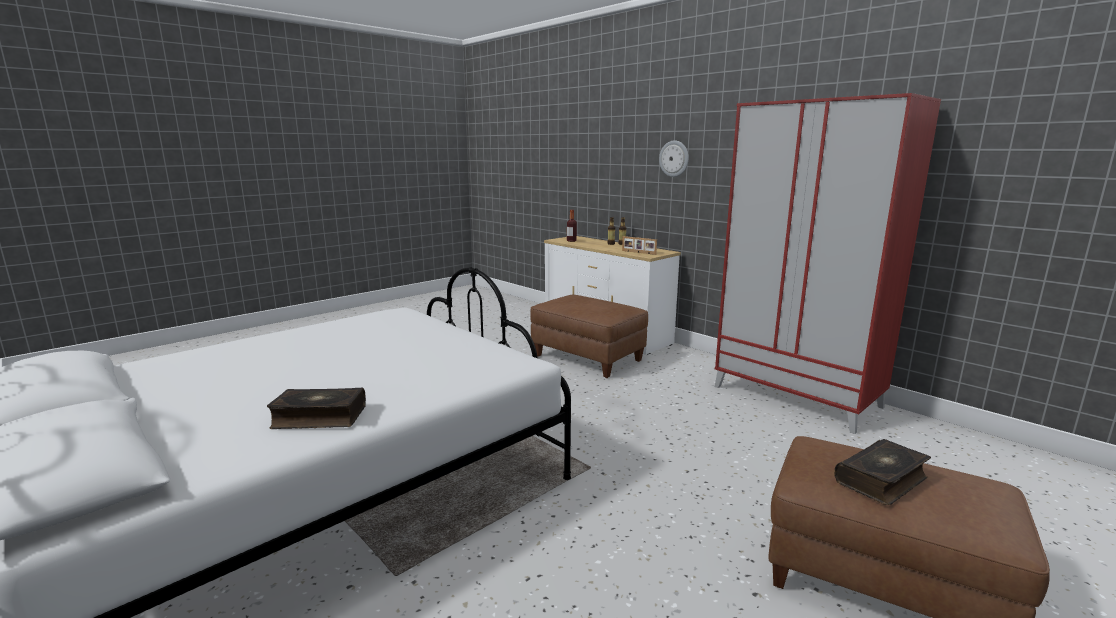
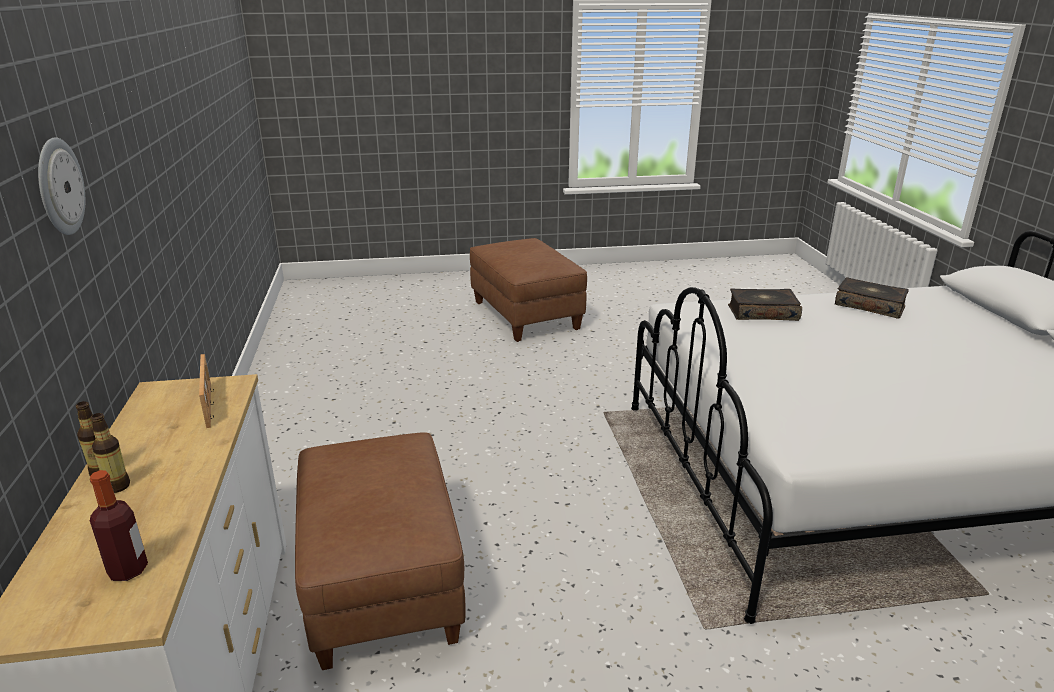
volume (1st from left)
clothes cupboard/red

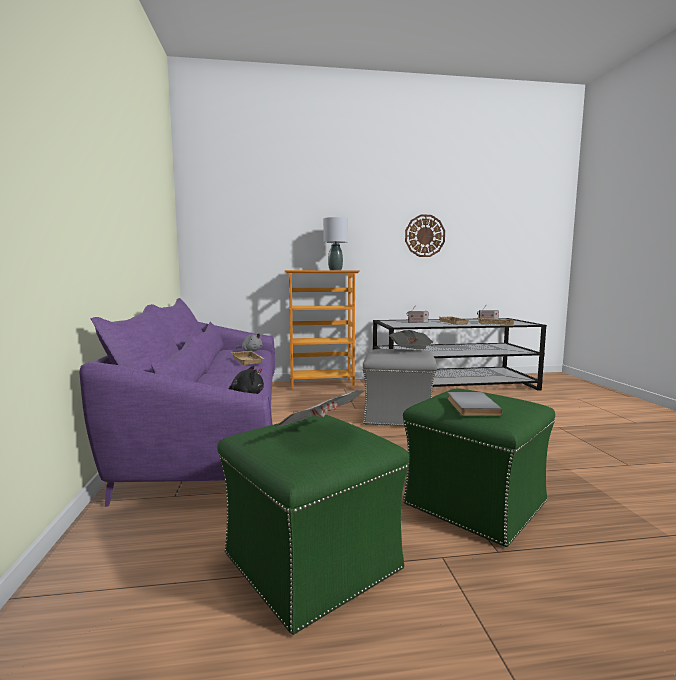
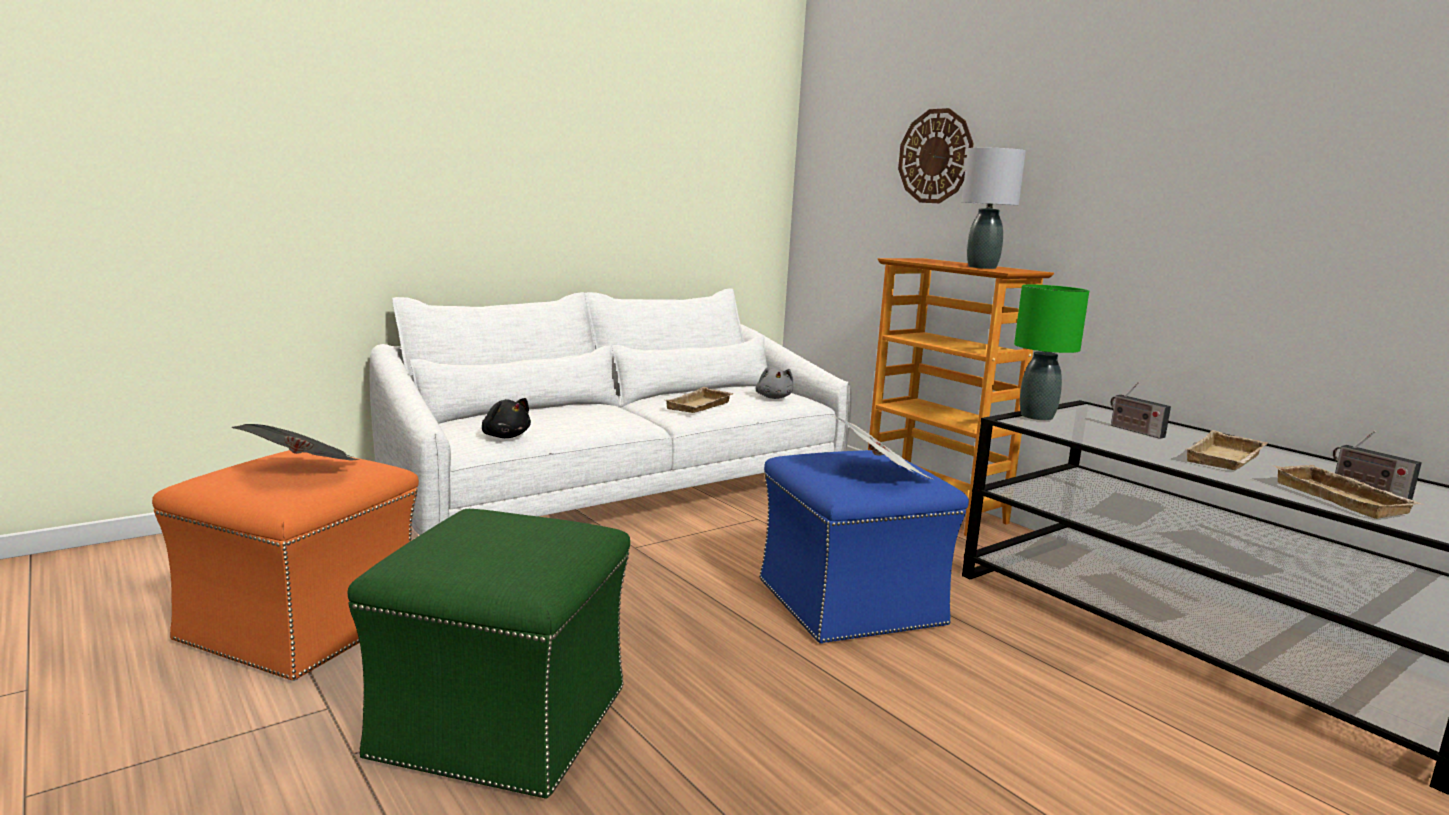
ottoman/orange
couch/whitish
ottoman/blue
clock on the wall
tabletop lamp/greenish
volume/greyish

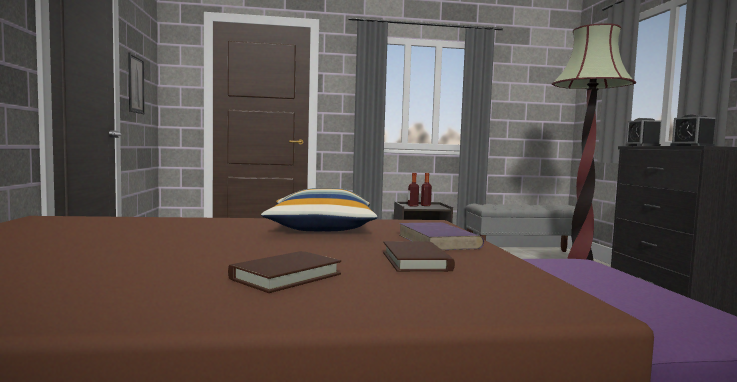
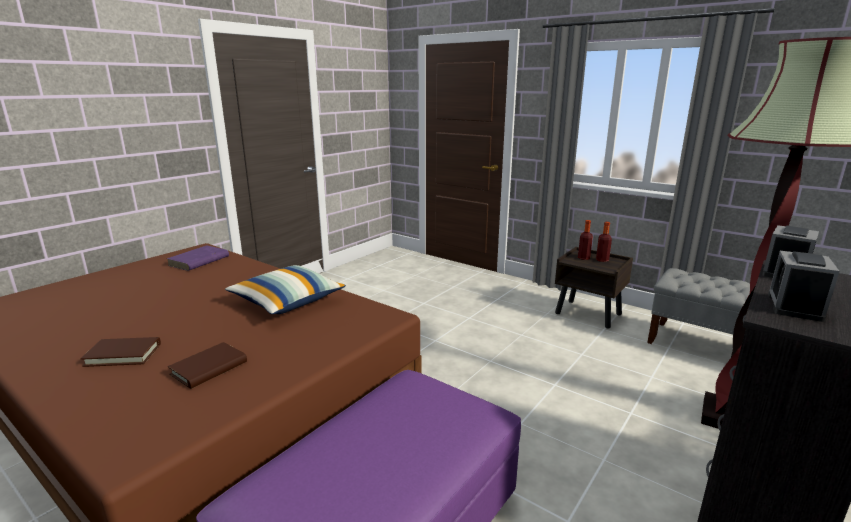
volume/purple-coloured
picture

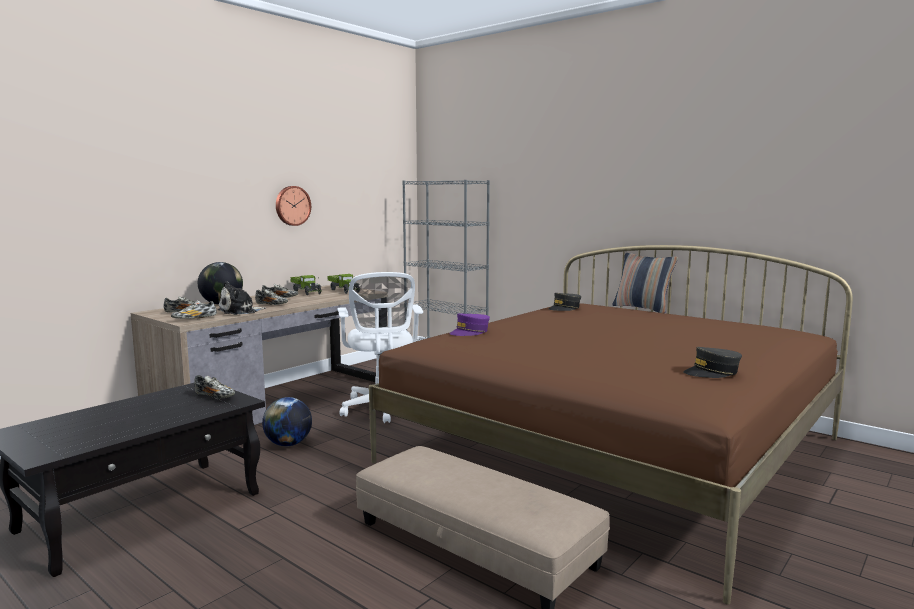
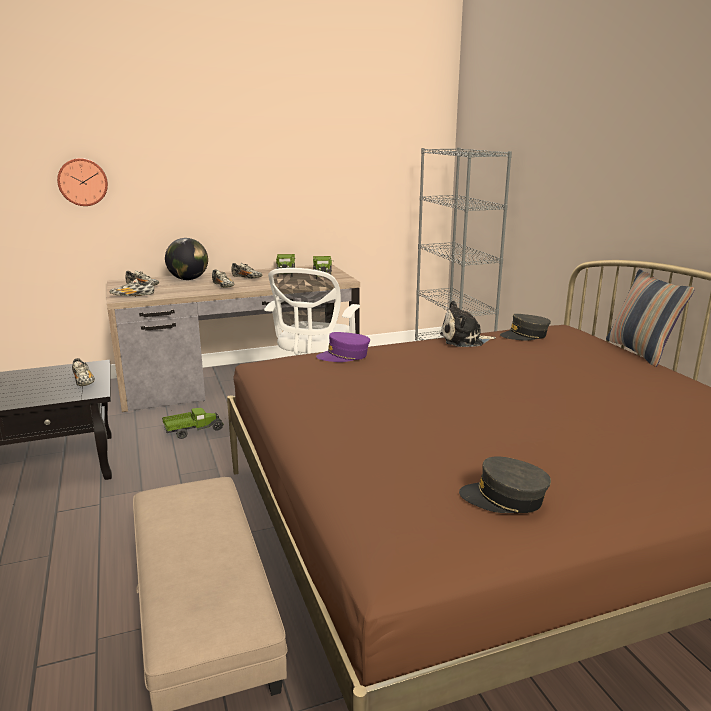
clock on the wall
toy lorry (1st from left)
plush toy

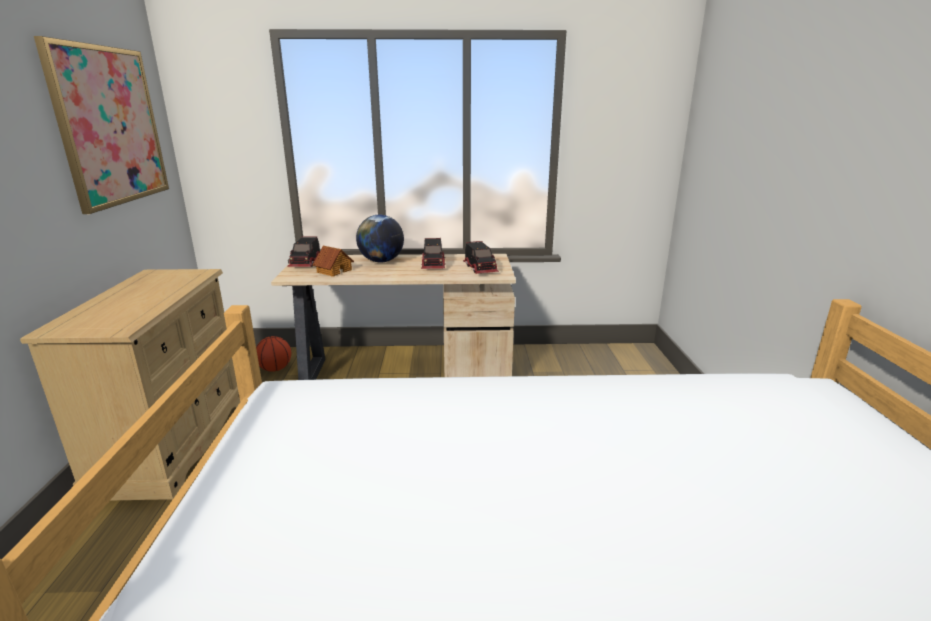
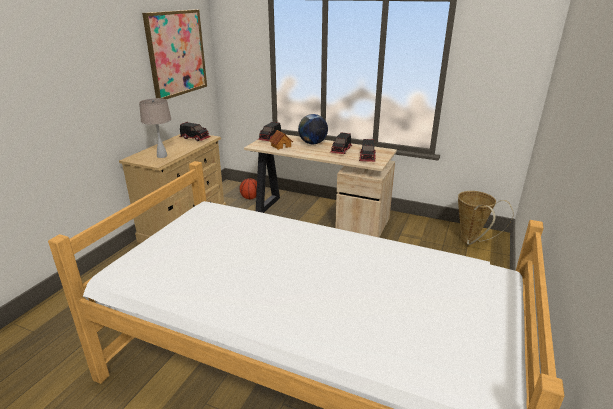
tabletop lamp/sand-coloured
toy lorry (1st from left)
basket

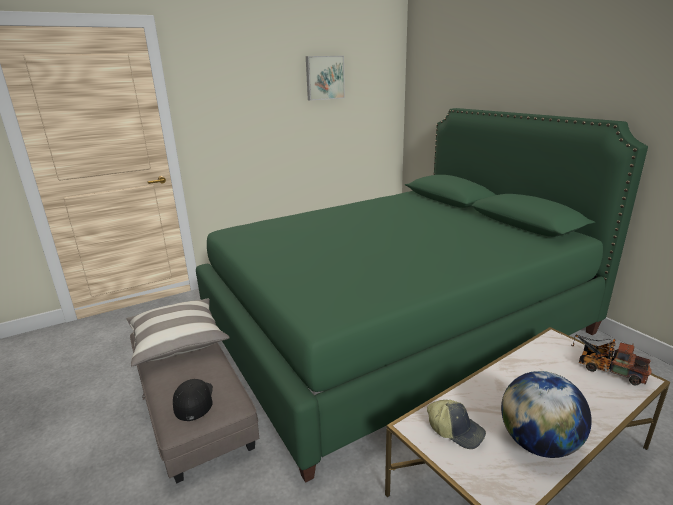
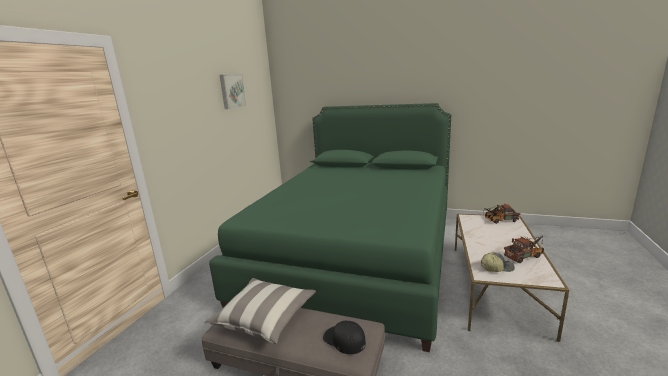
toy lorry (2nd from left)

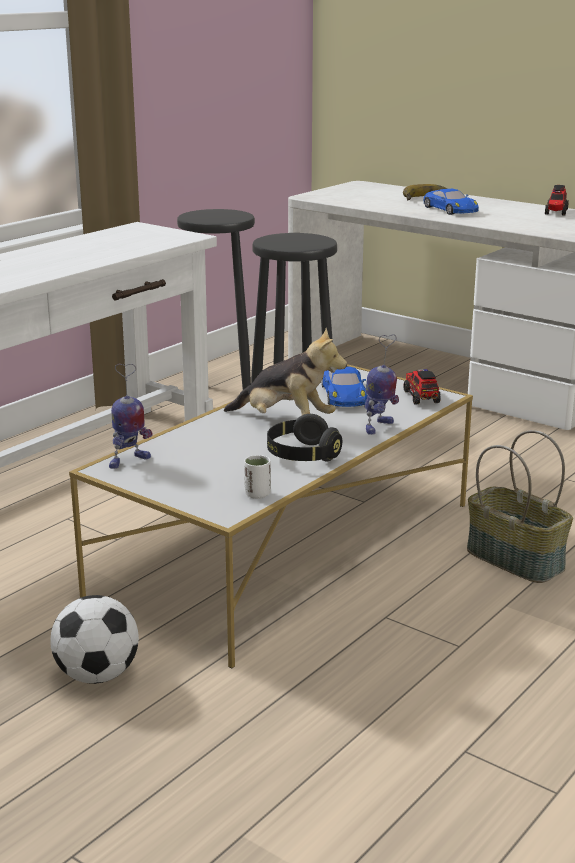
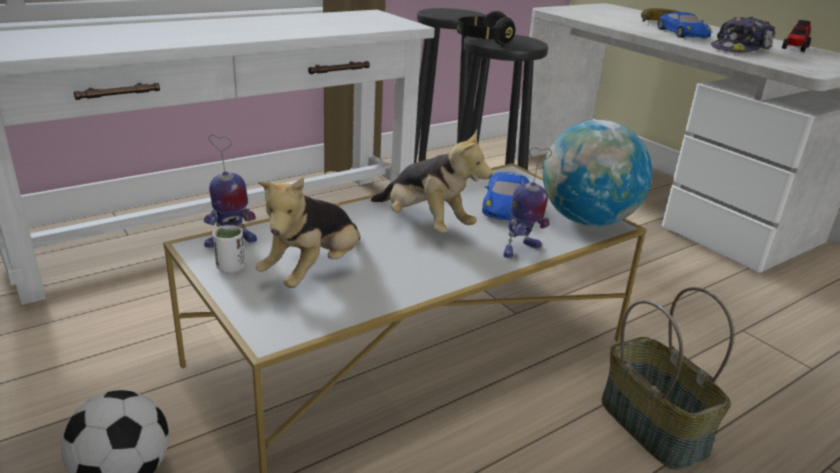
cup/whitish
plush toy (1st from left)
headphones/black
globe
peaked cap

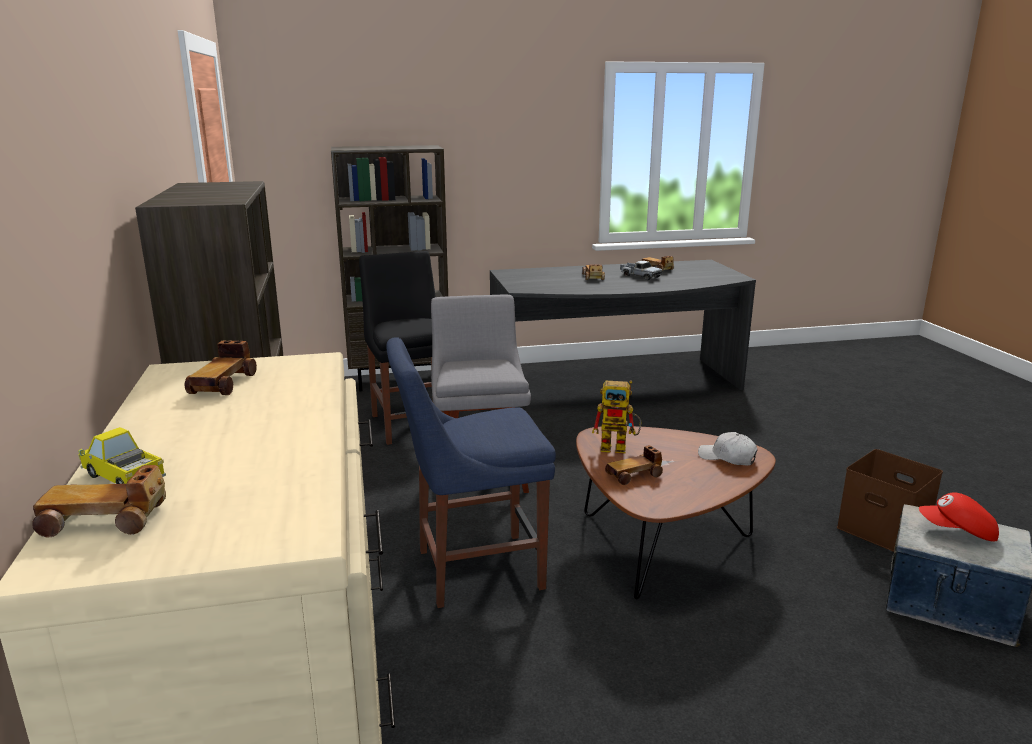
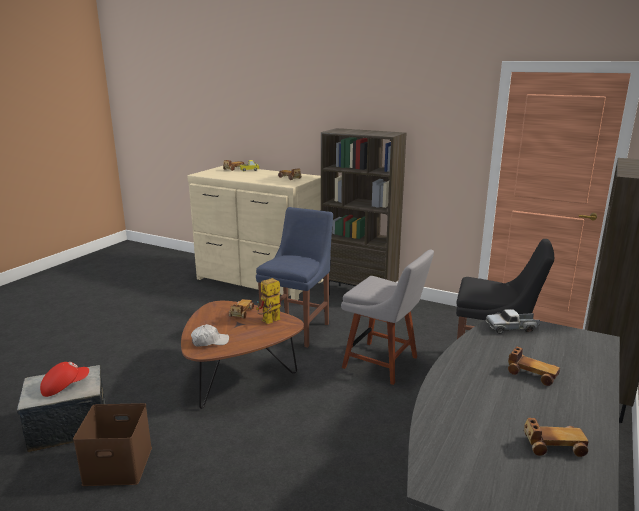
toy lorry (2nd from left)

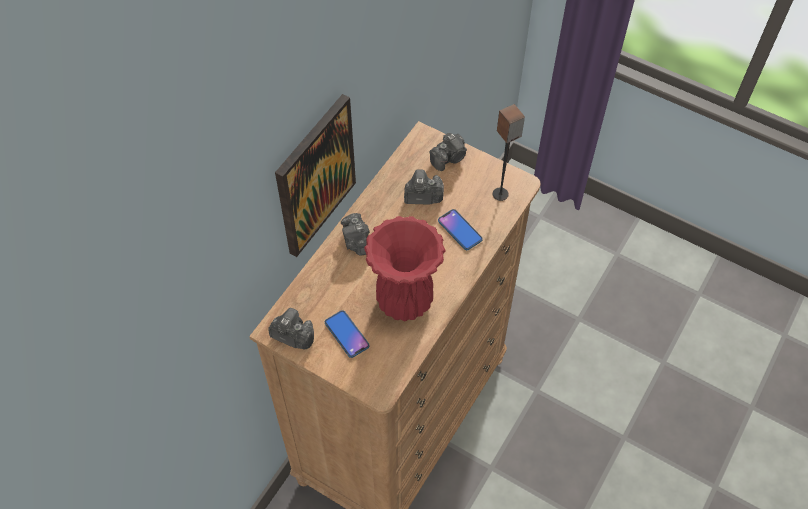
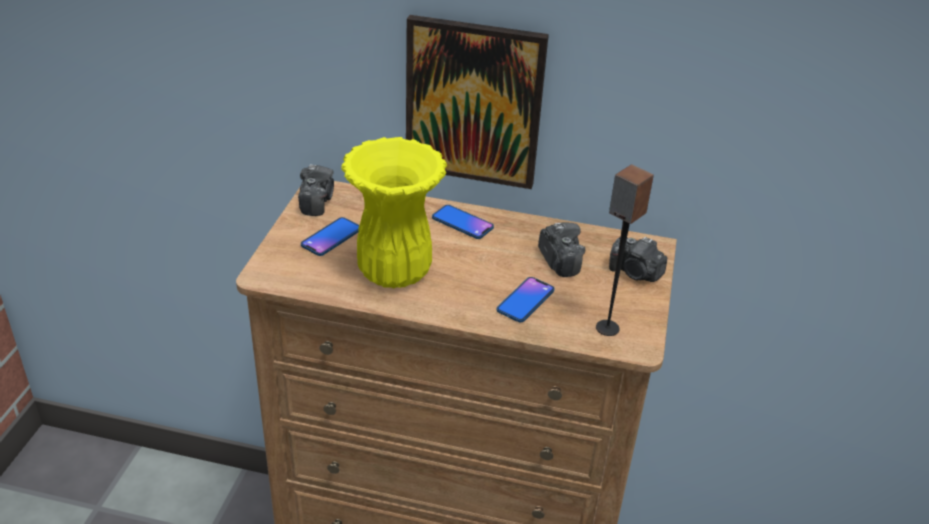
flower vase/yellow-coloured
telephone (2nd from left)

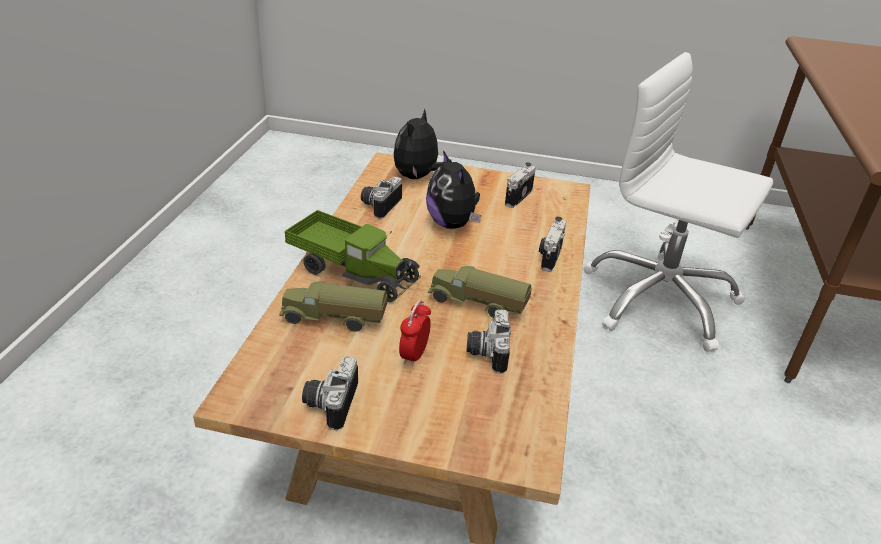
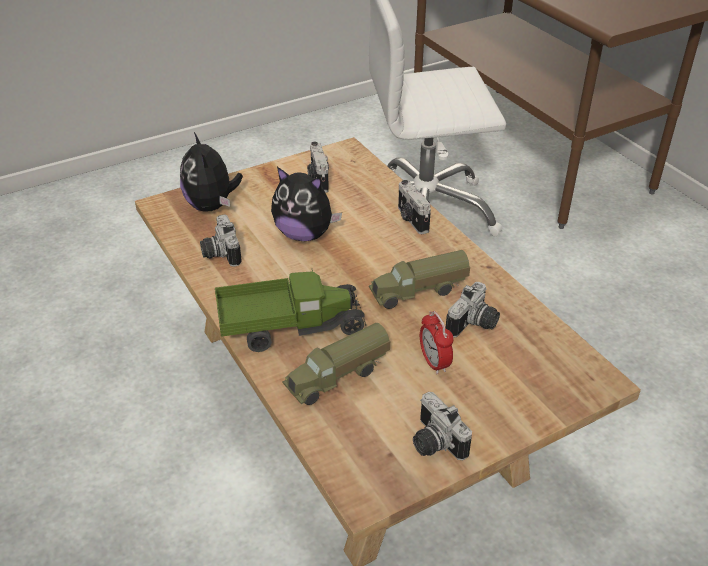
photo camera (5th from left)

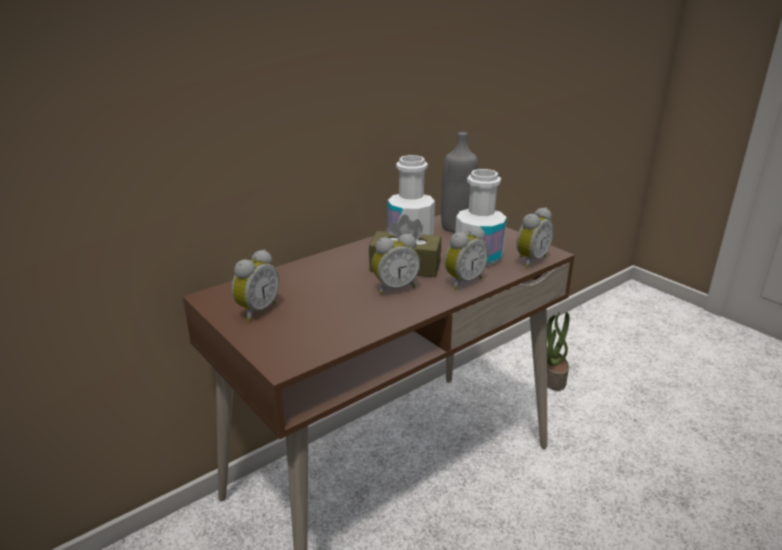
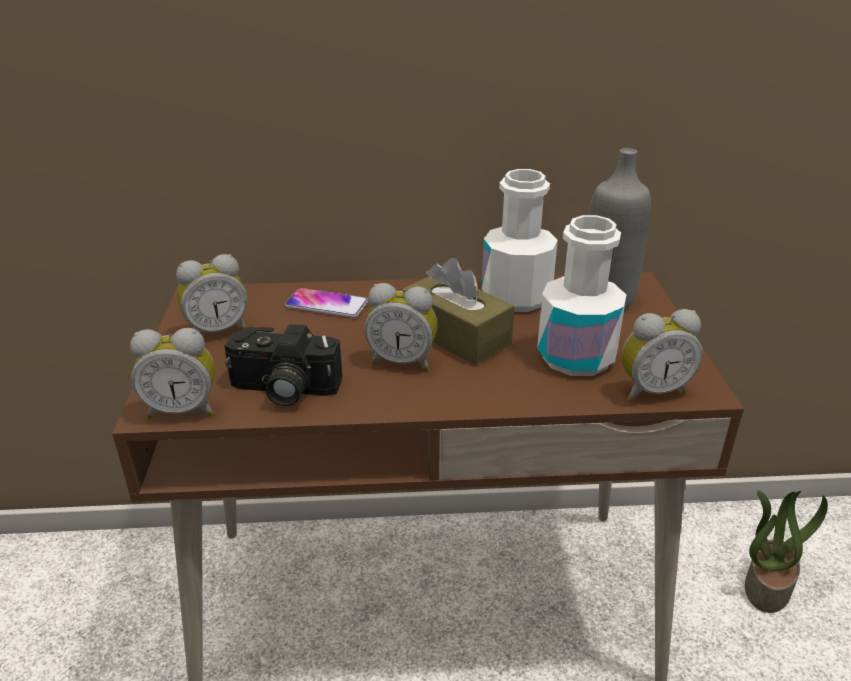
bedside clock (1st from left)
photo camera
telephone

